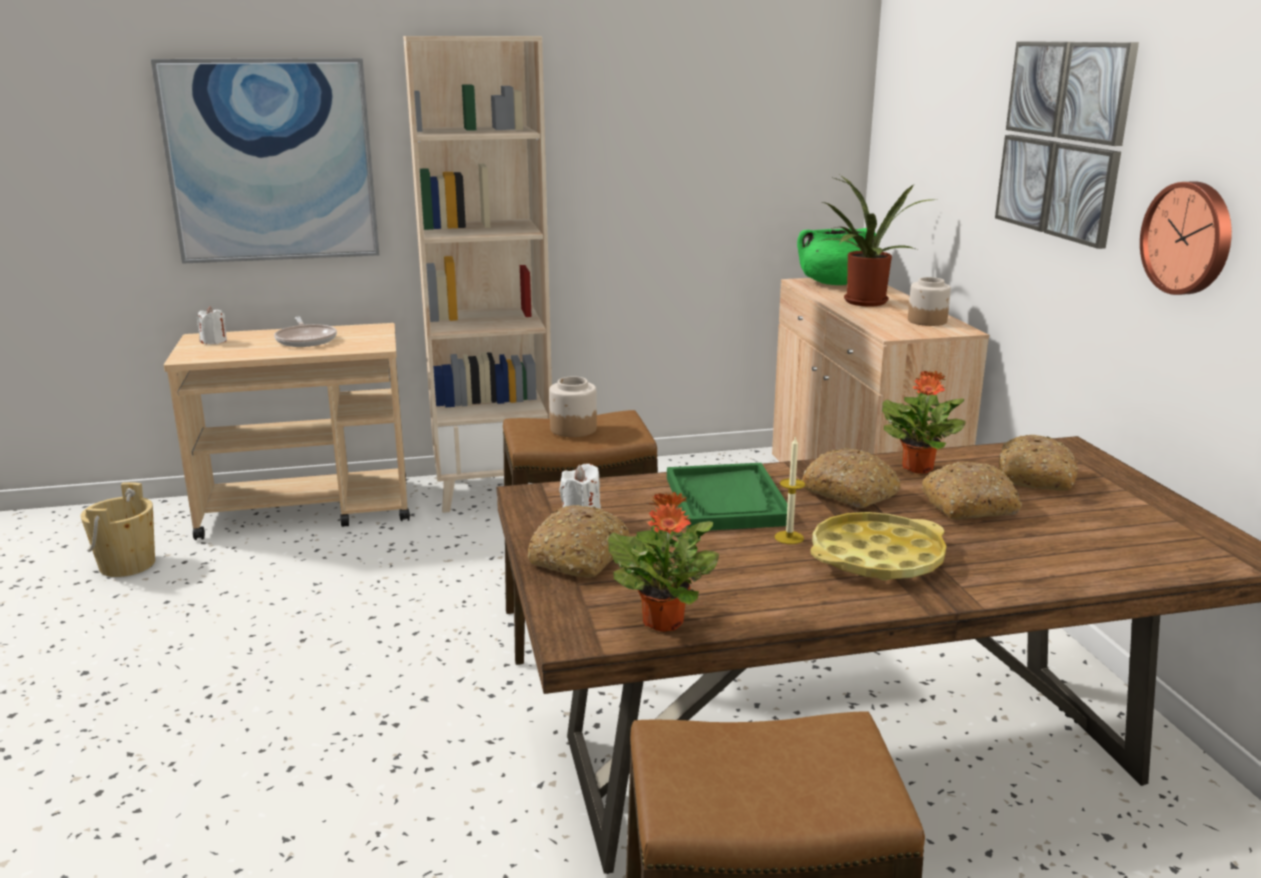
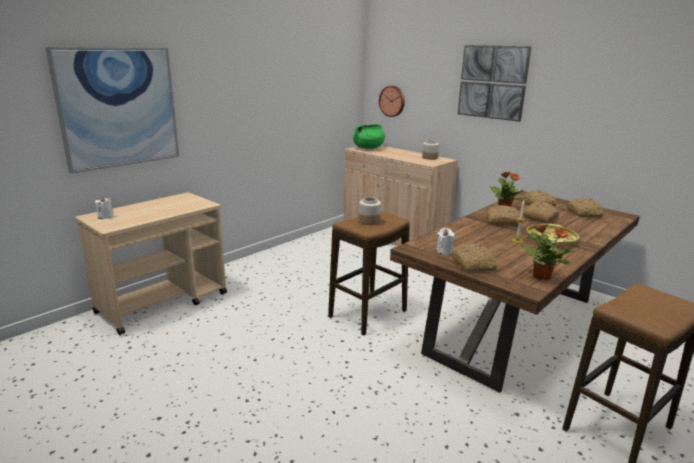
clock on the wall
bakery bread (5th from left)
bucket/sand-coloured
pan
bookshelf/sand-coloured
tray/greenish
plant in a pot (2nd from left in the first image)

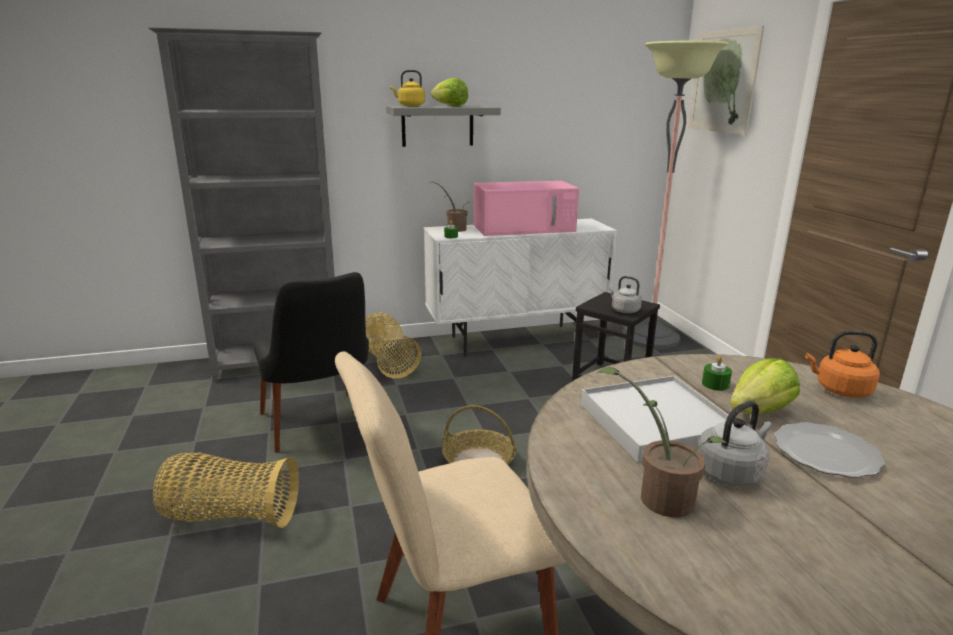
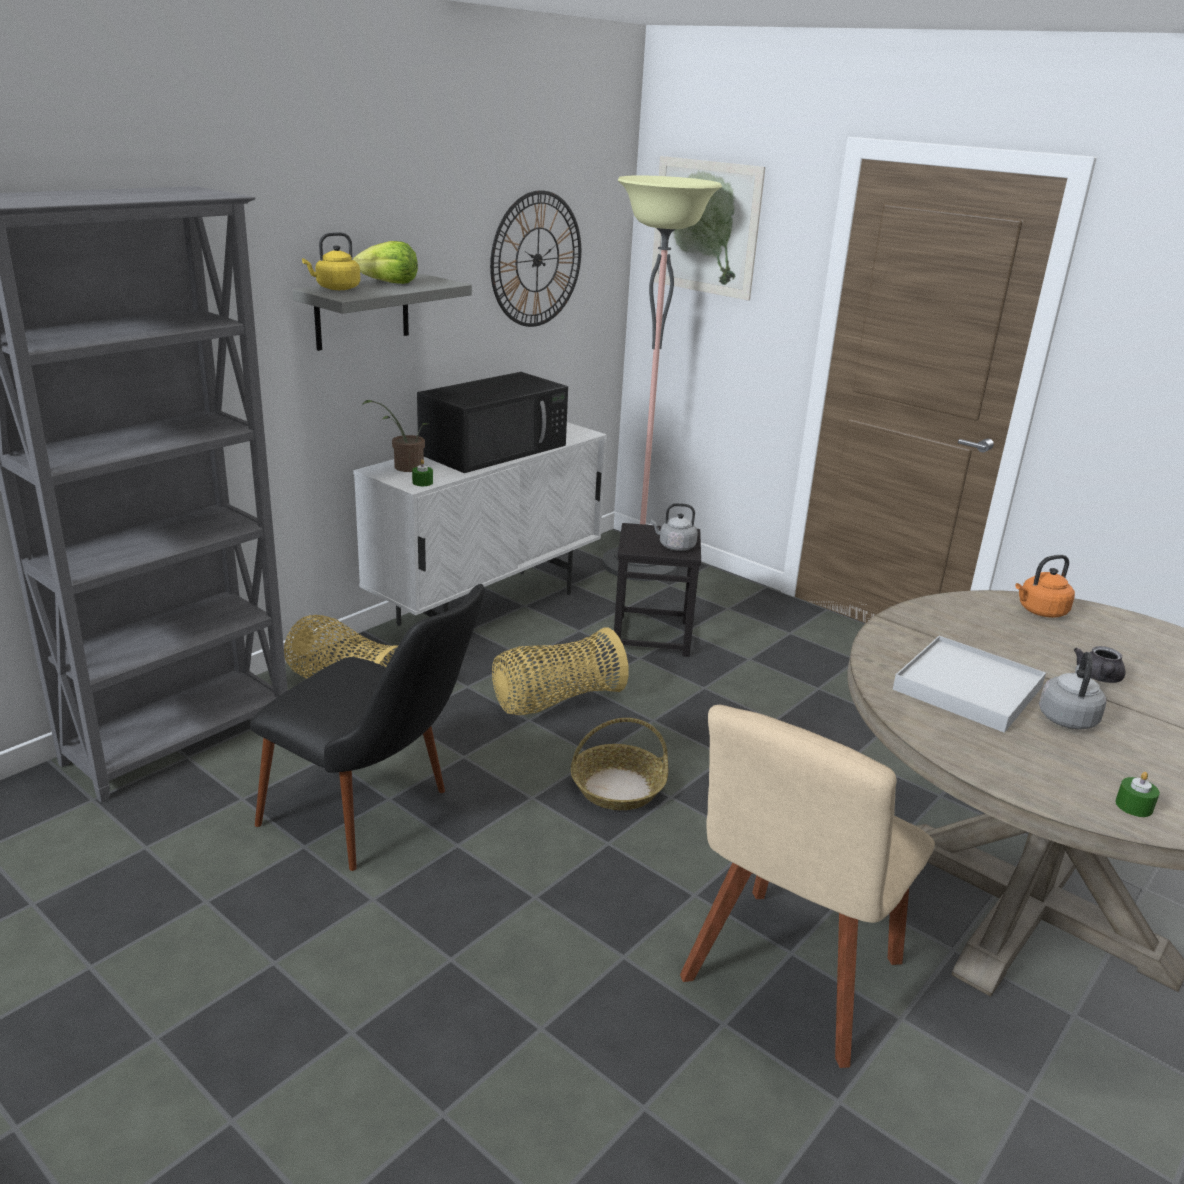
microwave/black
clock on the wall
basket (2nd from left)
teapot/greyish
wax candle/greenish (2nd from left)
plant in a pot (2nd from left in the first image)
head of lettuce (2nd from left in the first image)

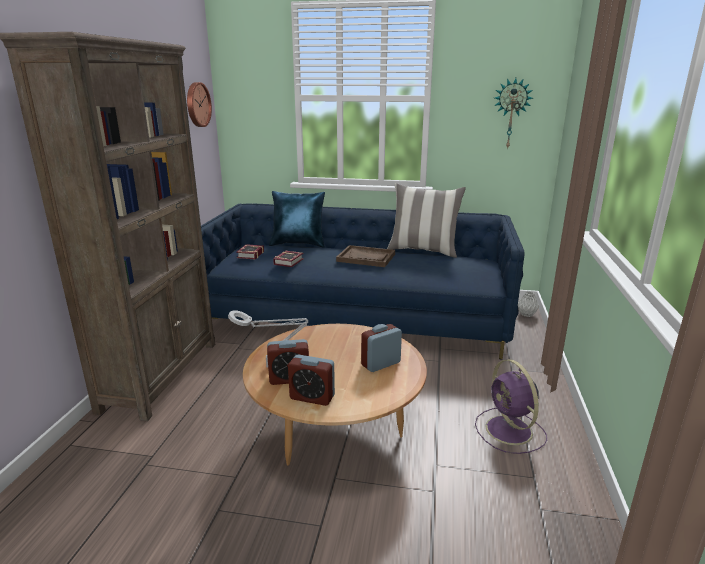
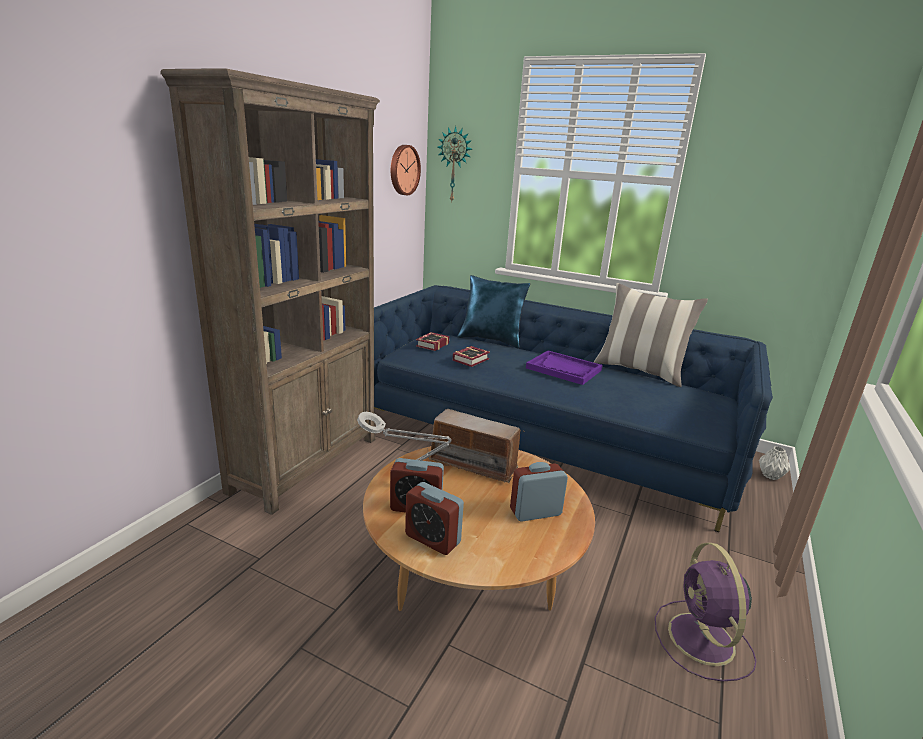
radio set
clock on the wall (2nd from left)
tray/purple-coloured

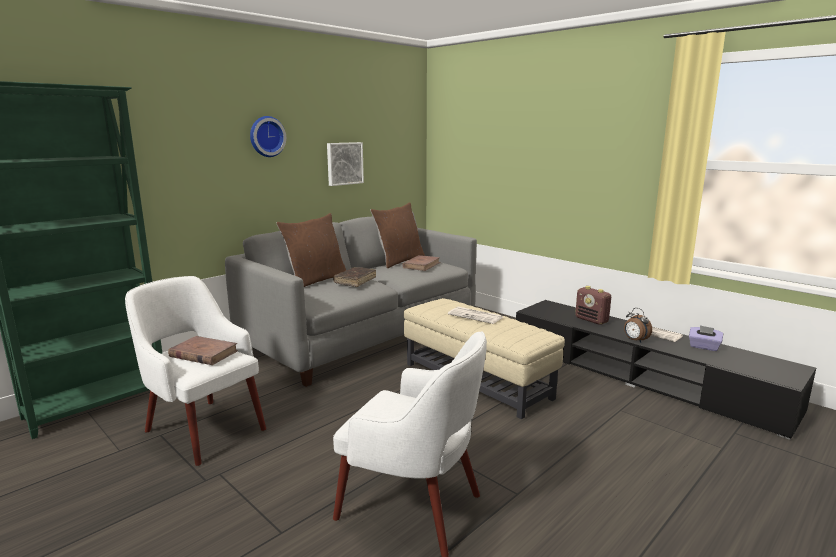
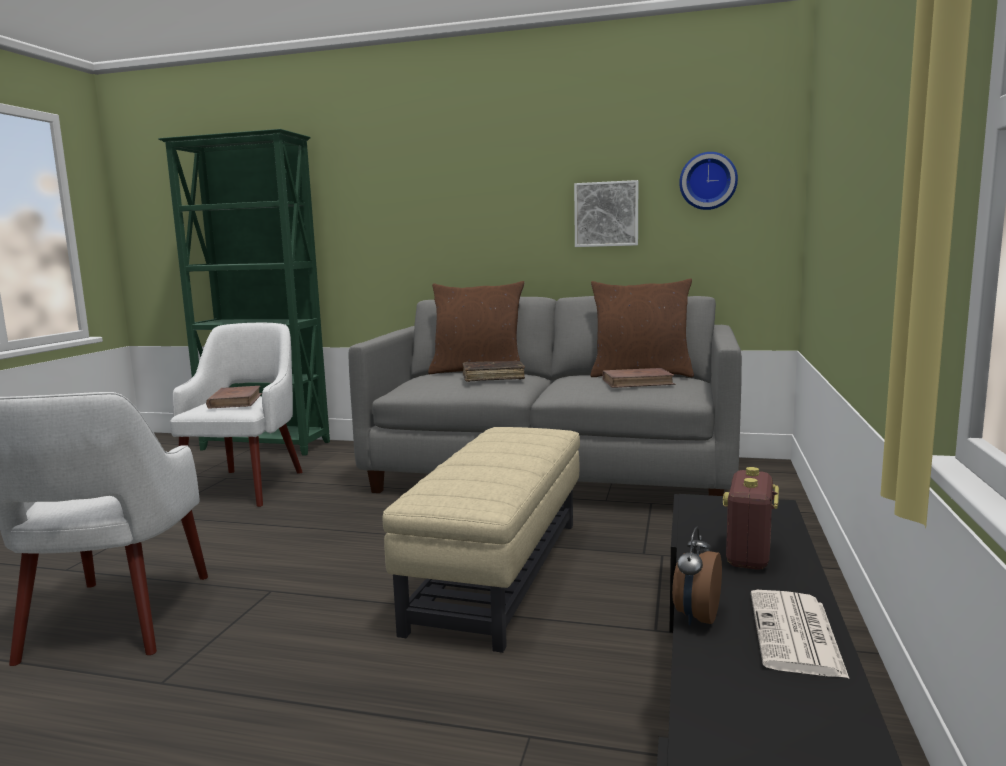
clock on the wall
daily paper (1st from left in the first image)
tissue holder/purple-coloured

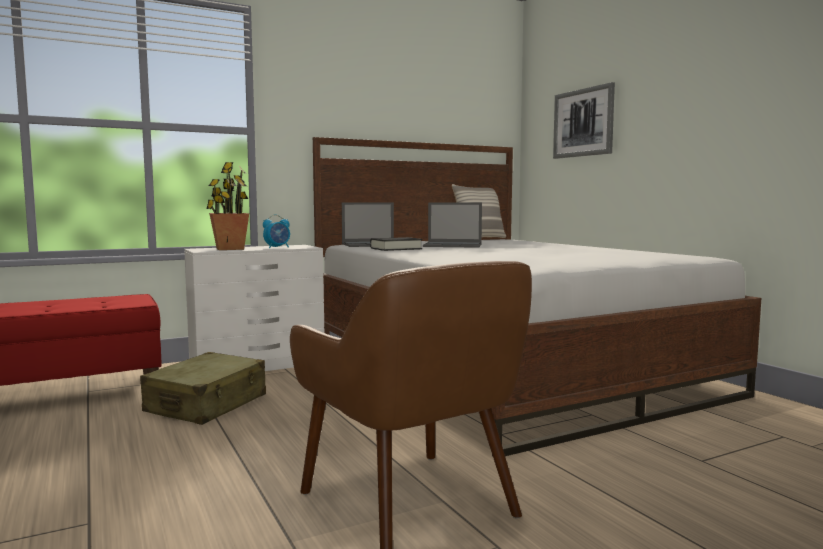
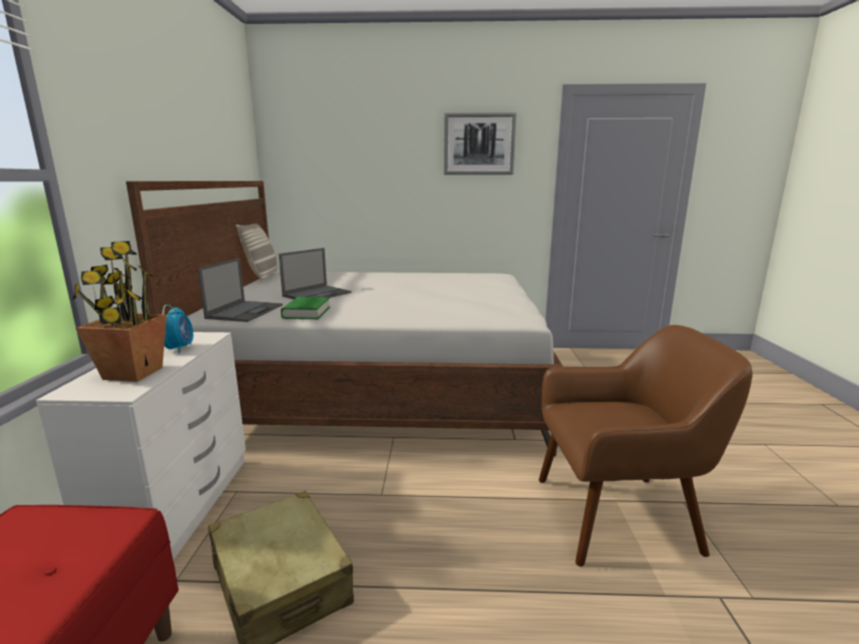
volume/greenish
picture

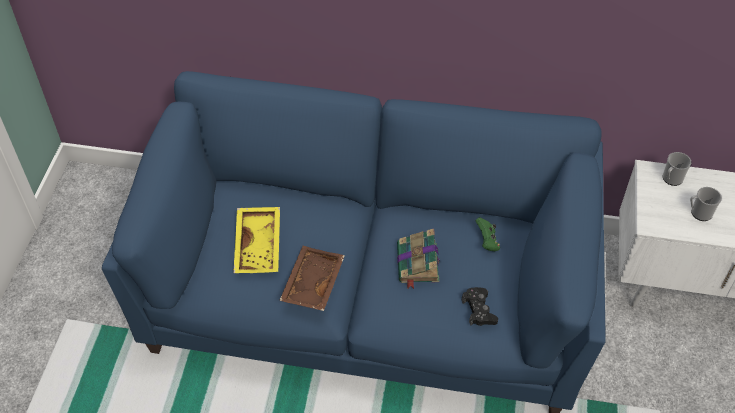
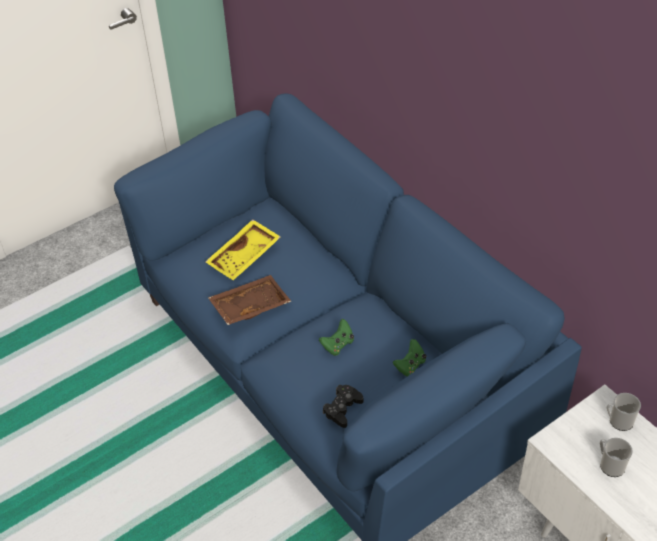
gamepad/greenish (1st from left)

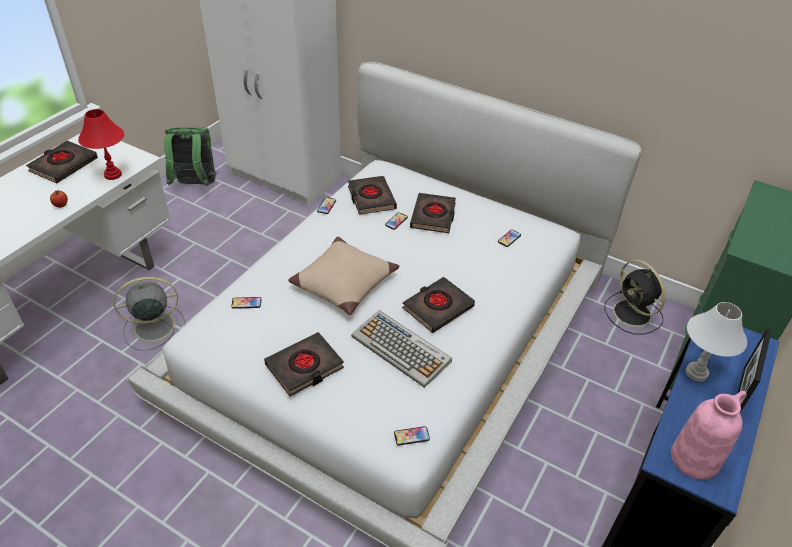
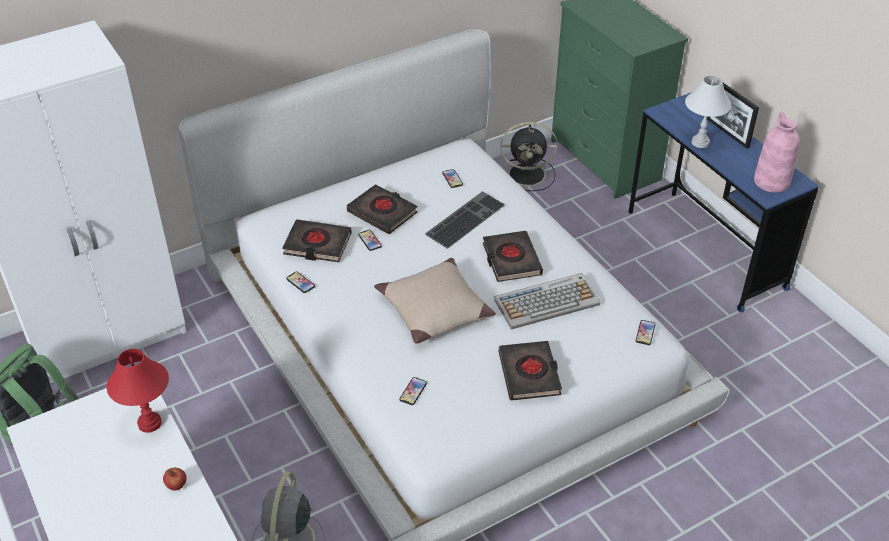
PC keyboard (1st from left)
volume/black (1st from left in the first image)

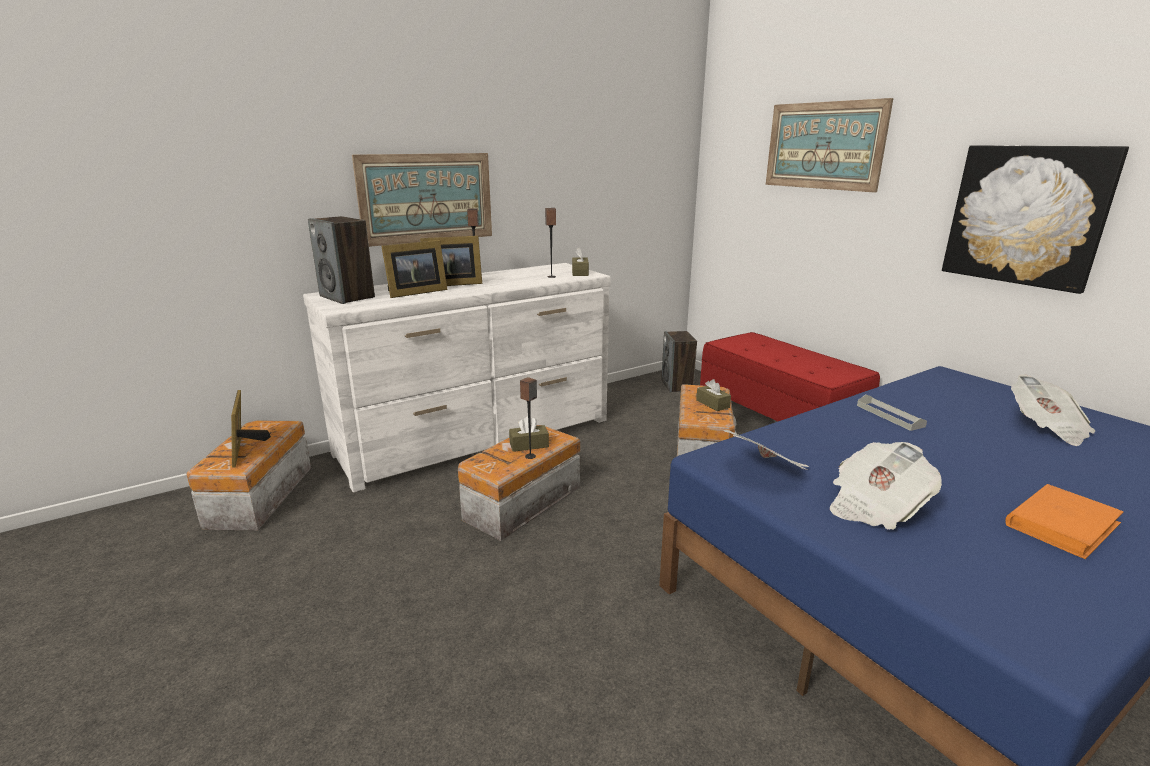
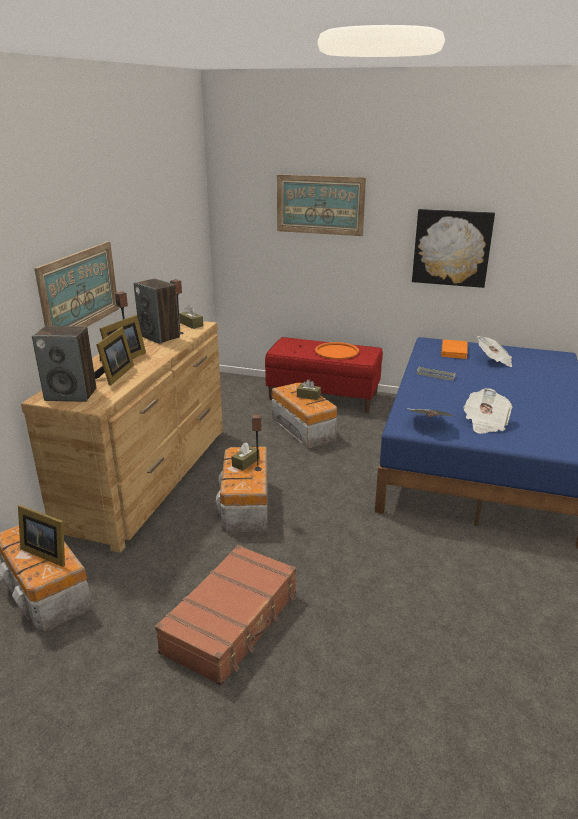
chest of drawers/brownish
speaker (3rd from left)
travel case/brownish
tray/orange
volume/orange

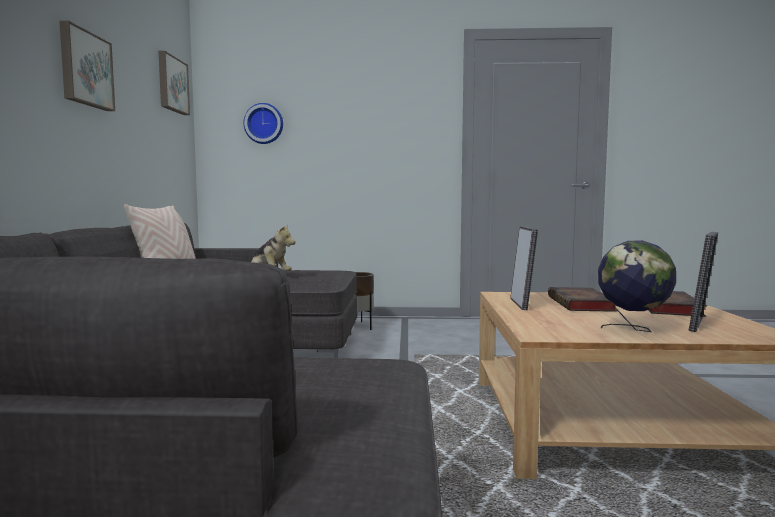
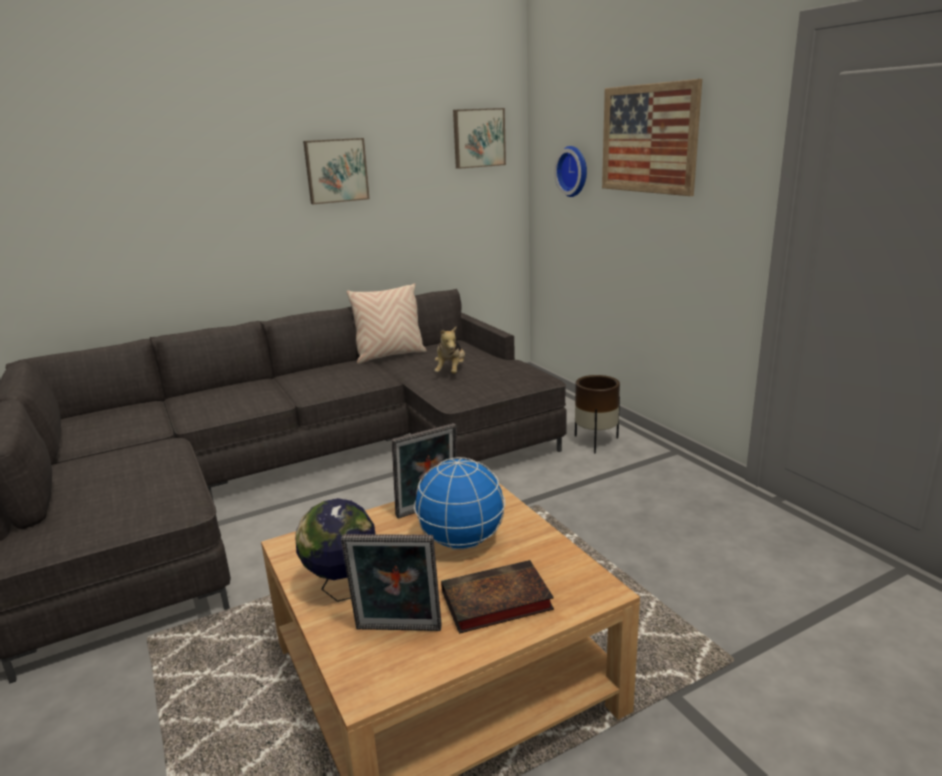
globe (2nd from left)
picture (3rd from left)

